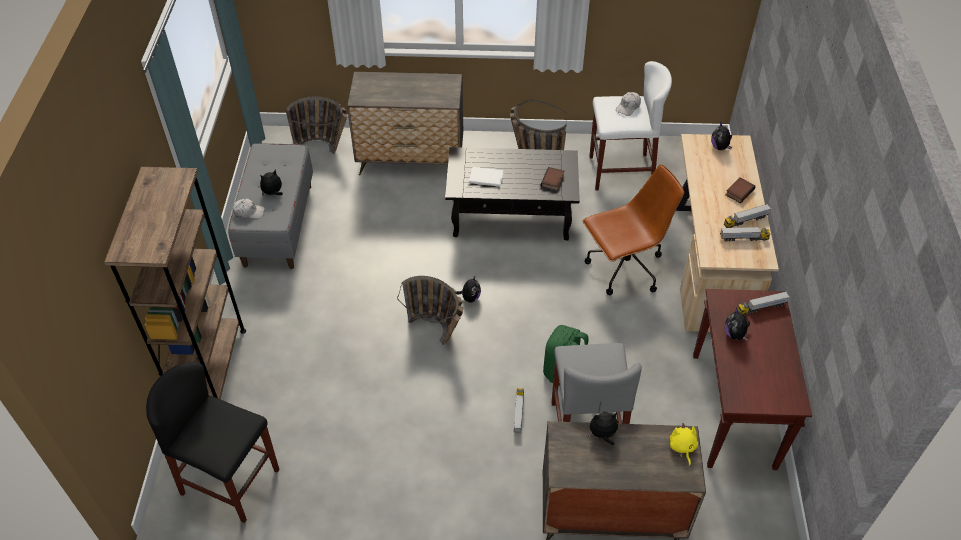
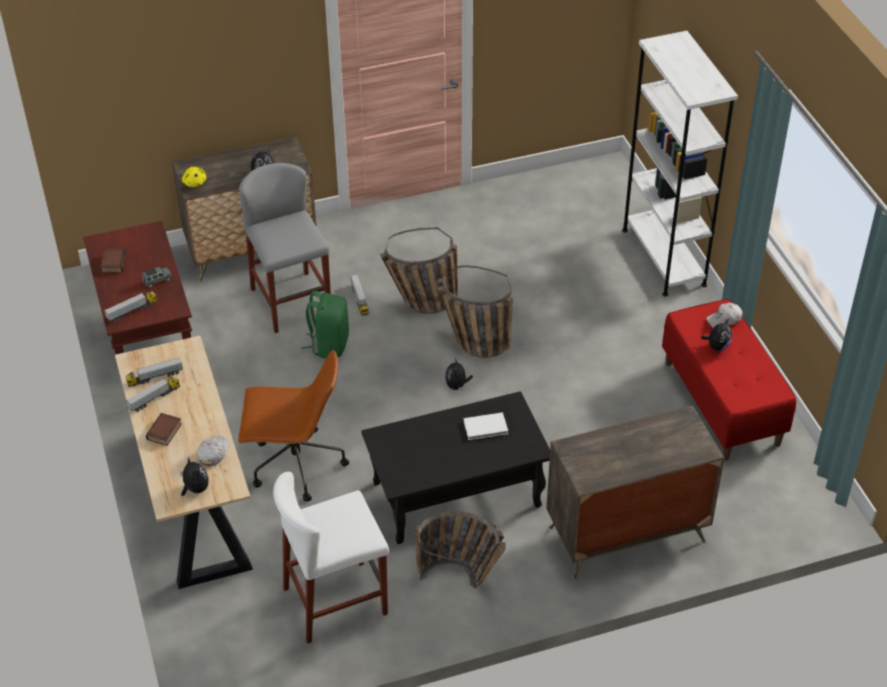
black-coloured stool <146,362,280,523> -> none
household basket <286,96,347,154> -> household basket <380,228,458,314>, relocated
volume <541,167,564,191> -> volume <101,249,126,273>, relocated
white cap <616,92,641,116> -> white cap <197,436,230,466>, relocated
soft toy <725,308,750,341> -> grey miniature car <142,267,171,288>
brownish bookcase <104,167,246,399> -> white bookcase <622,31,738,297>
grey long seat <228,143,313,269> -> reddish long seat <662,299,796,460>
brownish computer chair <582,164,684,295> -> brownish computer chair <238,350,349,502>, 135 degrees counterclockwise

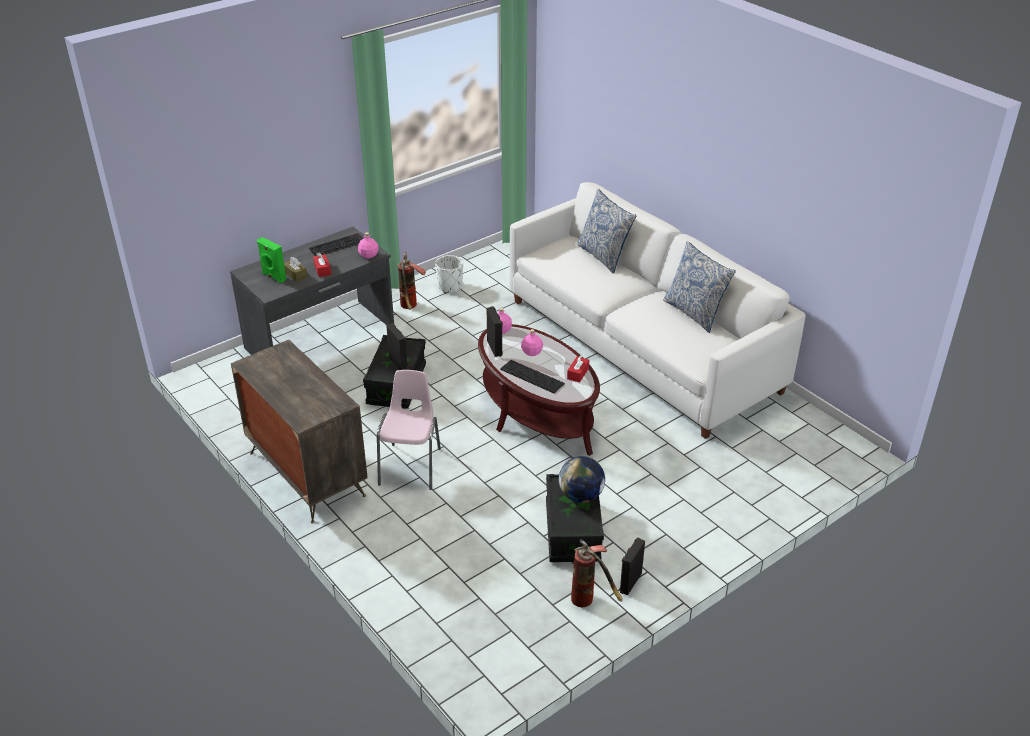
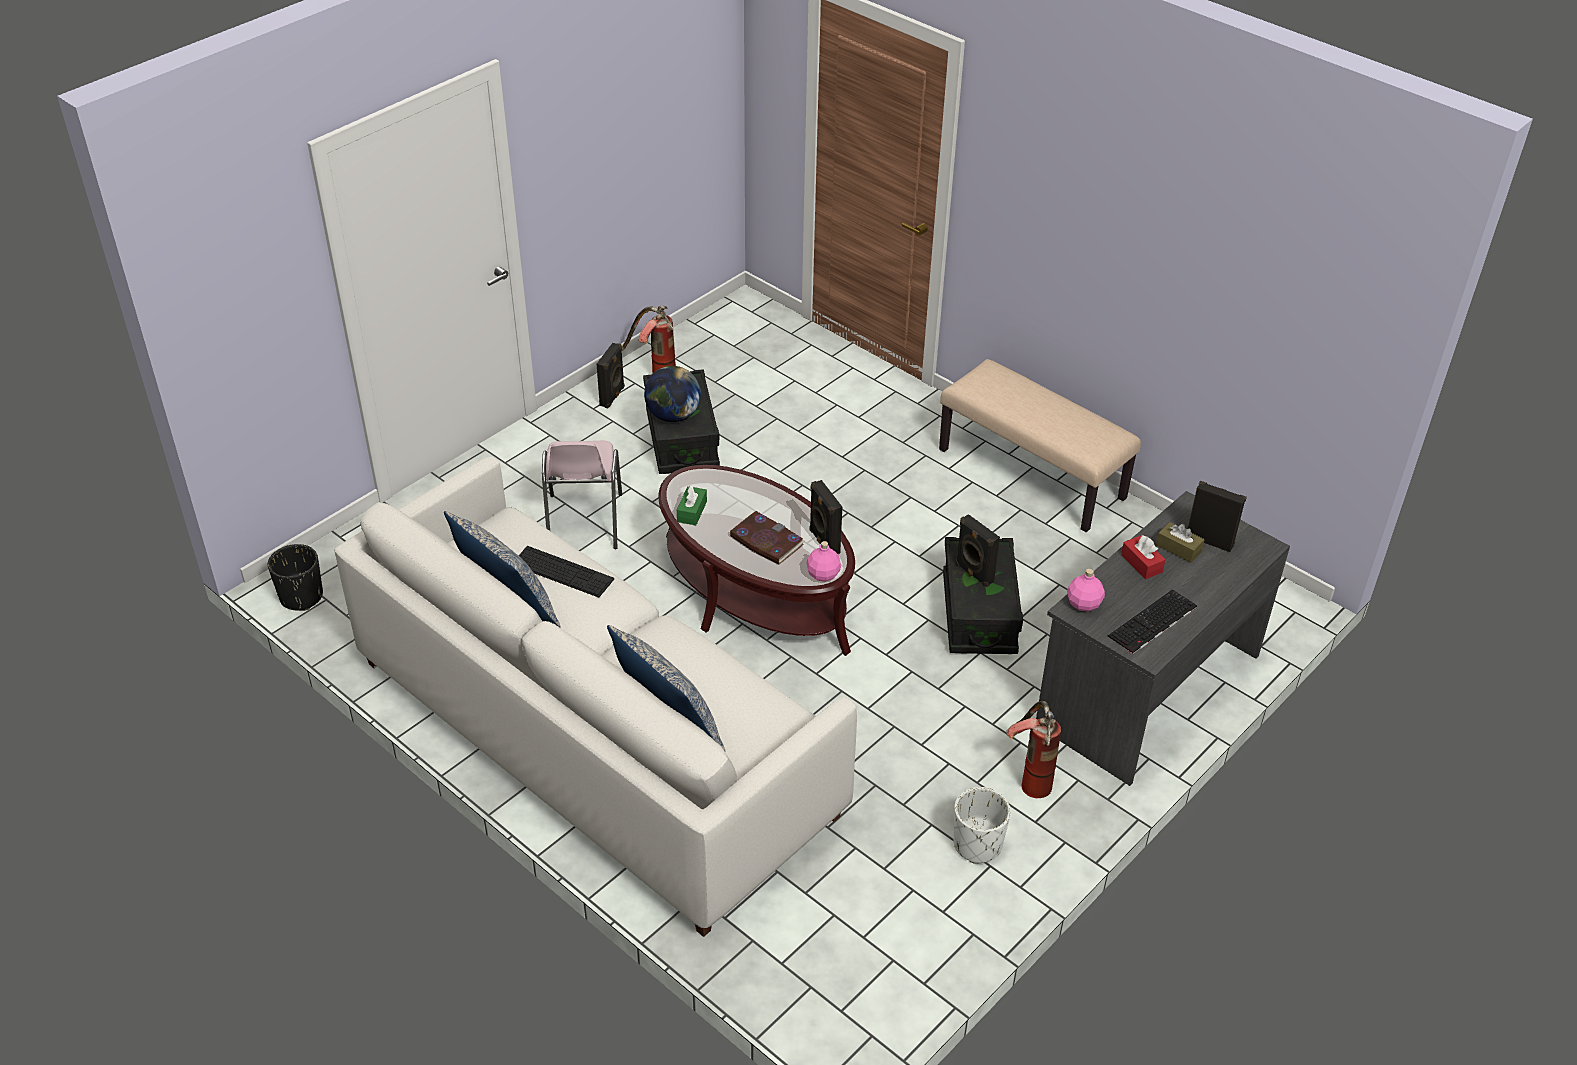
none -> black-coloured flower pot <268,544,323,611>
pink plain chair <377,370,441,490> -> pink plain chair <542,441,622,549>, relocated
PC keyboard <500,360,565,393> -> PC keyboard <519,546,614,598>, relocated
drawer chest <231,340,368,524> -> sand-coloured long seat <939,359,1141,532>
pink drink bottle <521,329,543,356> -> volume <729,511,805,565>
green-coloured audio speaker <257,237,286,283> -> black-coloured audio speaker <1188,481,1247,552>
reddish tissue holder <567,355,589,382> -> green-coloured tissue holder <677,485,707,525>

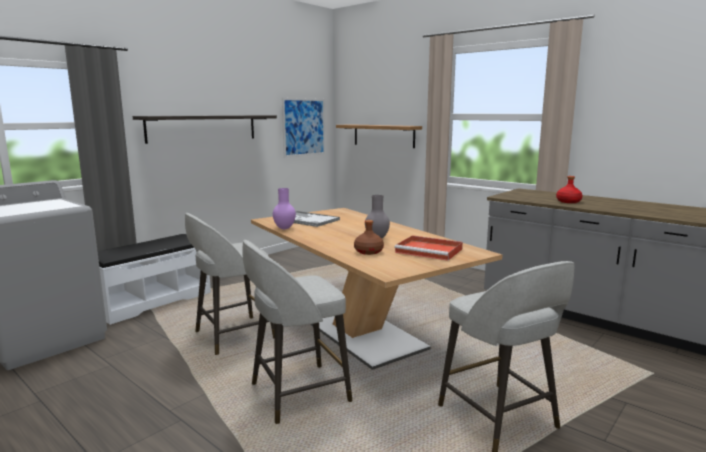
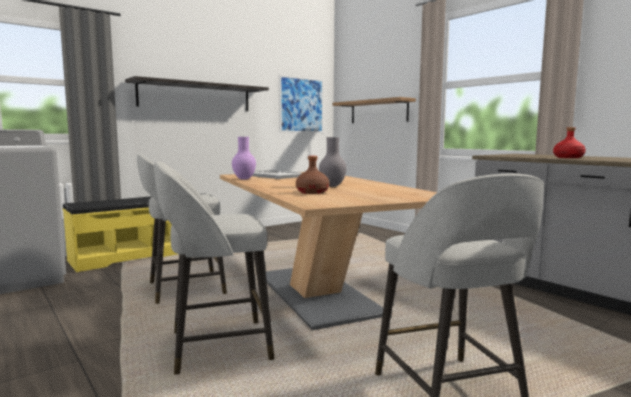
reddish carrying tray <395,235,463,261> -> none
white long seat <98,234,211,325> -> yellow-coloured long seat <62,196,177,272>

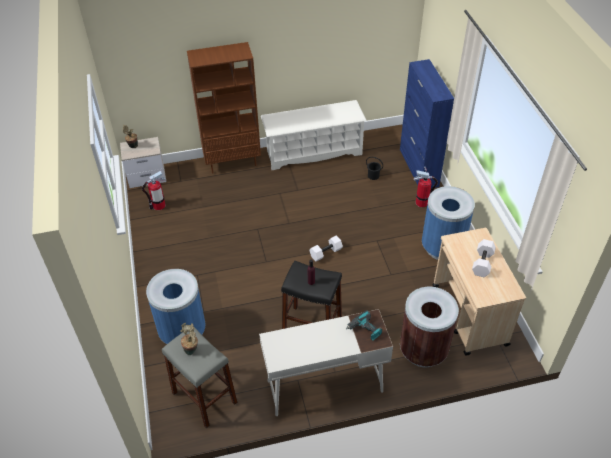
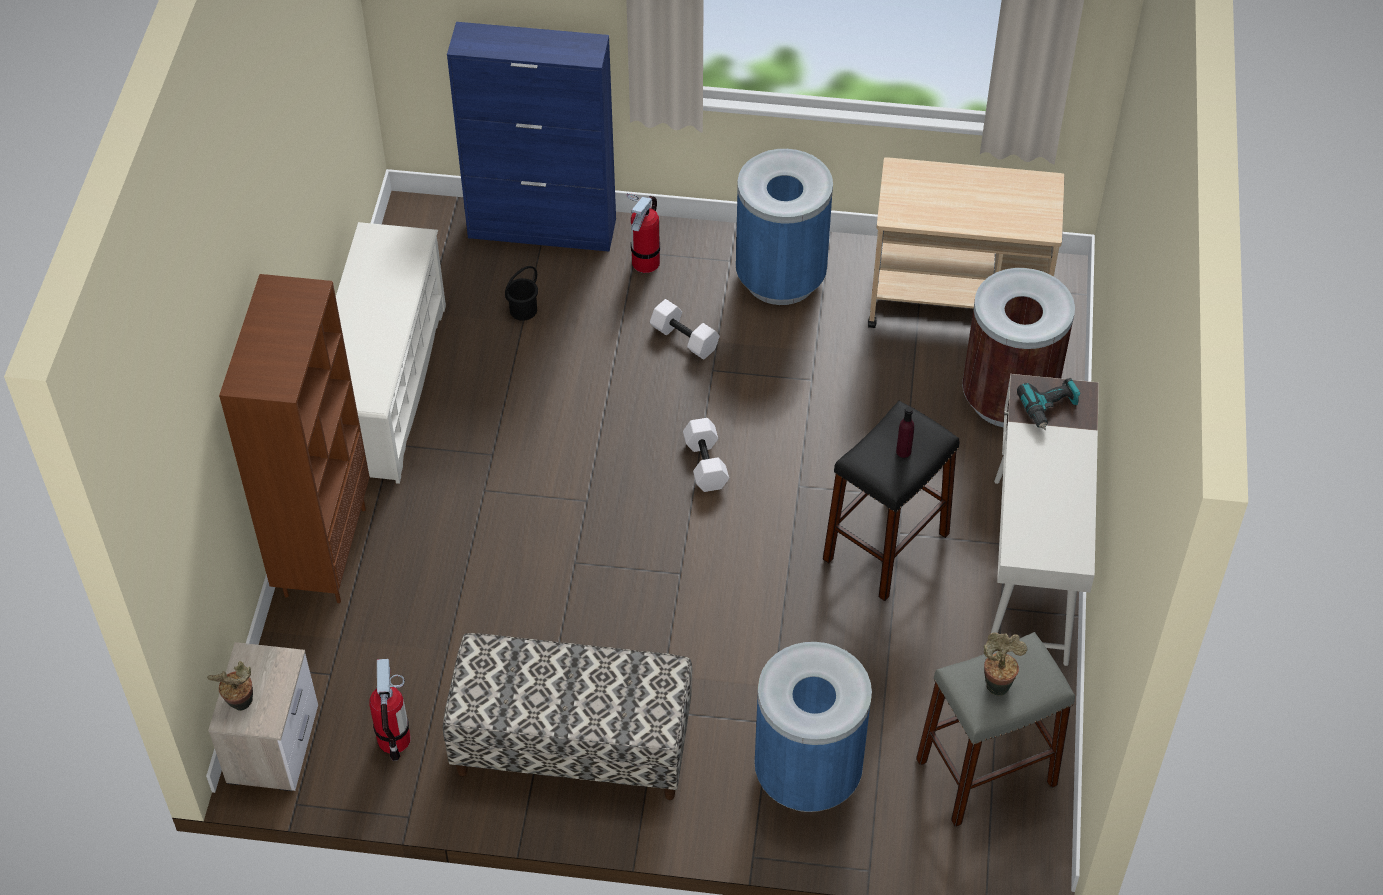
none -> long seat <443,633,692,800>
white hand weight <472,239,496,277> -> white hand weight <650,299,720,360>, relocated

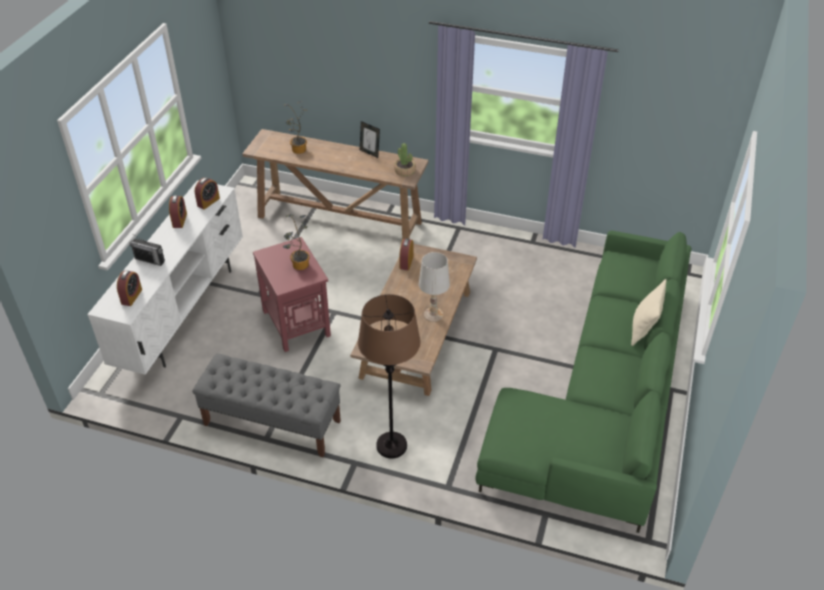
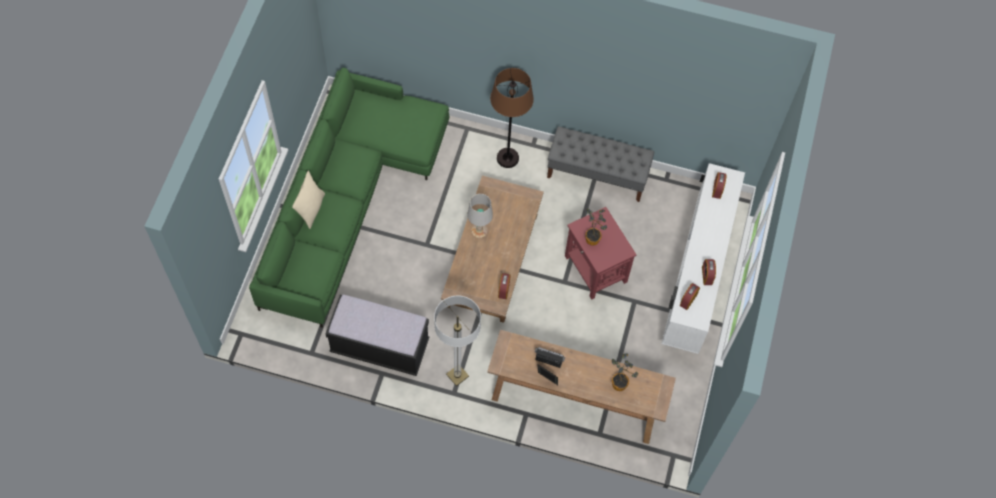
houseplant <394,143,416,176> -> none
none -> black-coloured long seat <325,294,429,376>
none -> standing lamp <434,296,481,386>
radio receiver <129,234,165,266> -> radio receiver <535,347,565,368>, relocated

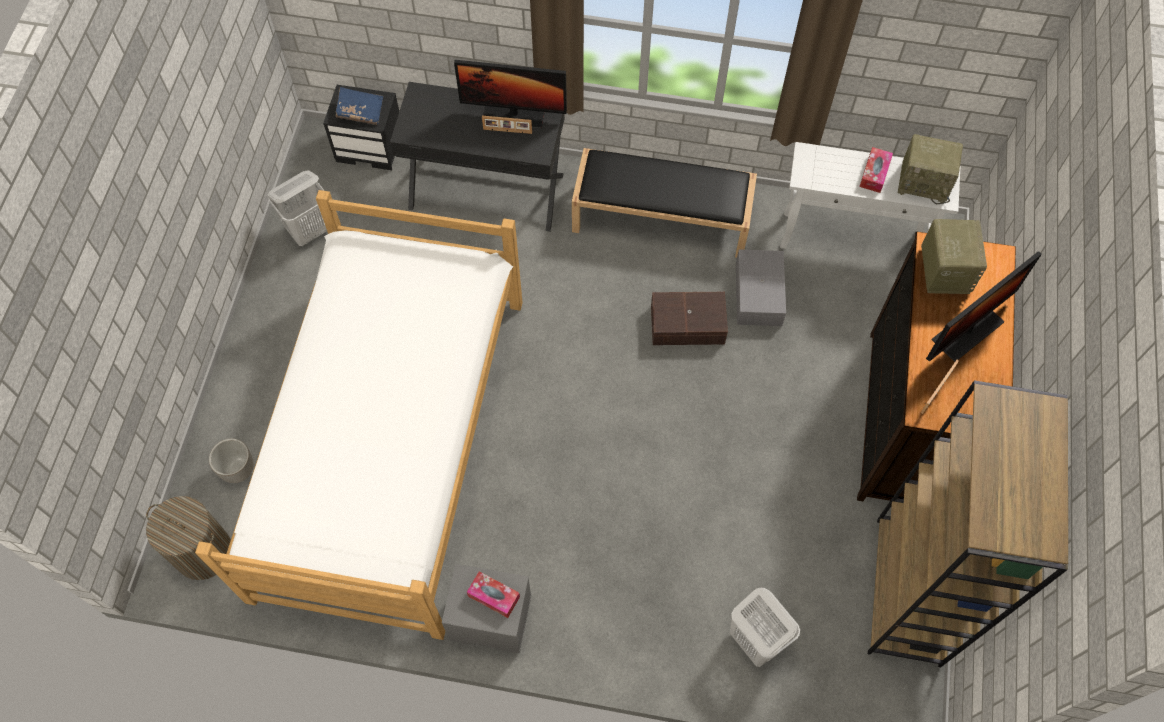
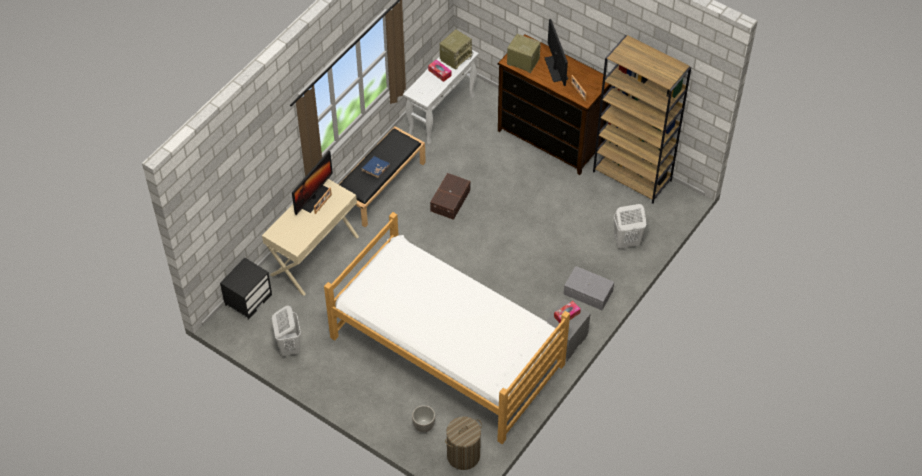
bluish volume <336,87,383,125> -> bluish volume <362,156,390,178>, relocated
grey storage box <736,249,786,326> -> grey storage box <564,266,614,310>, relocated
black-coloured desk <390,82,565,232> -> sand-coloured desk <262,179,359,296>

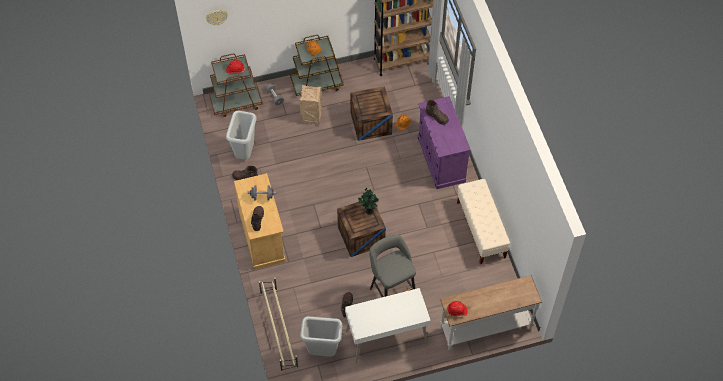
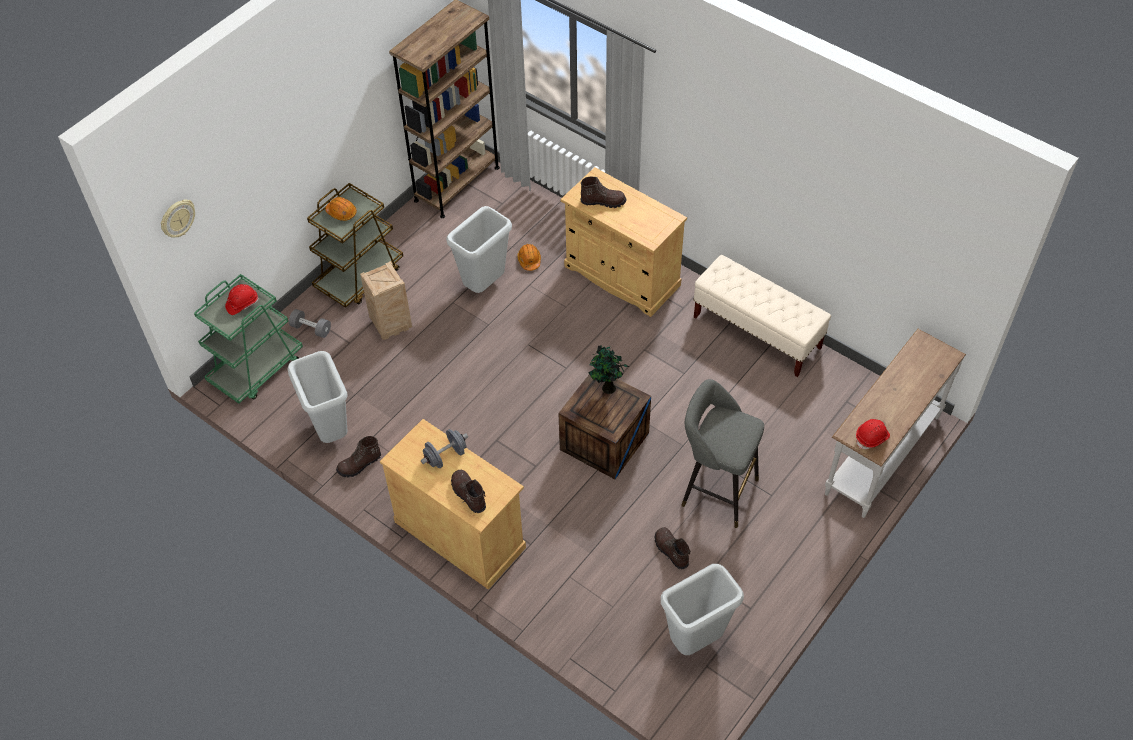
sand-coloured shoe rack <259,277,298,372> -> none
white desk <345,288,431,364> -> none
packing crate <350,86,393,141> -> grey waste bin <446,206,512,293>
brownish trolley <209,54,262,117> -> green-coloured trolley <194,274,303,404>
purple cabinet <417,96,470,189> -> sand-coloured cabinet <561,167,687,317>

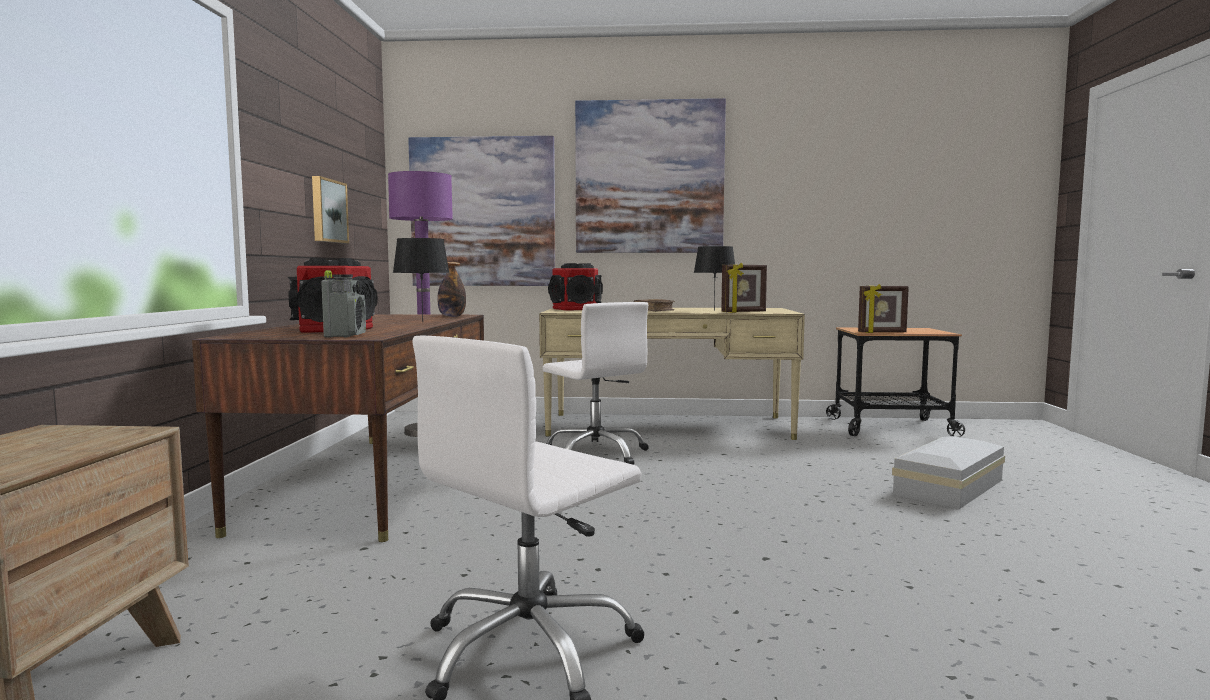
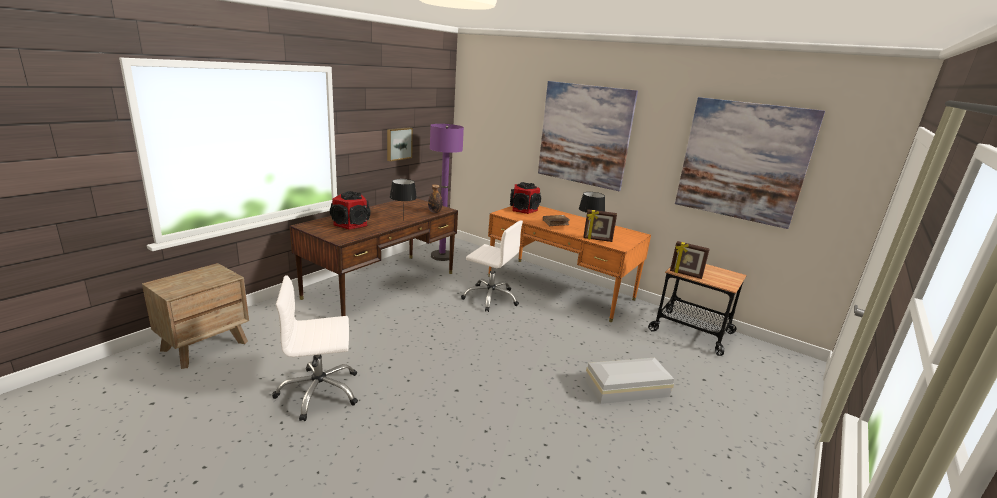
radio receiver <321,270,366,338> -> none
wall art <408,136,555,286> -> wall art <675,97,825,229>, relocated
sand-coloured desk <539,308,805,440> -> orangey desk <488,206,651,322>
white computer chair <543,302,649,465> -> white computer chair <461,220,523,312>, 60 degrees counterclockwise

